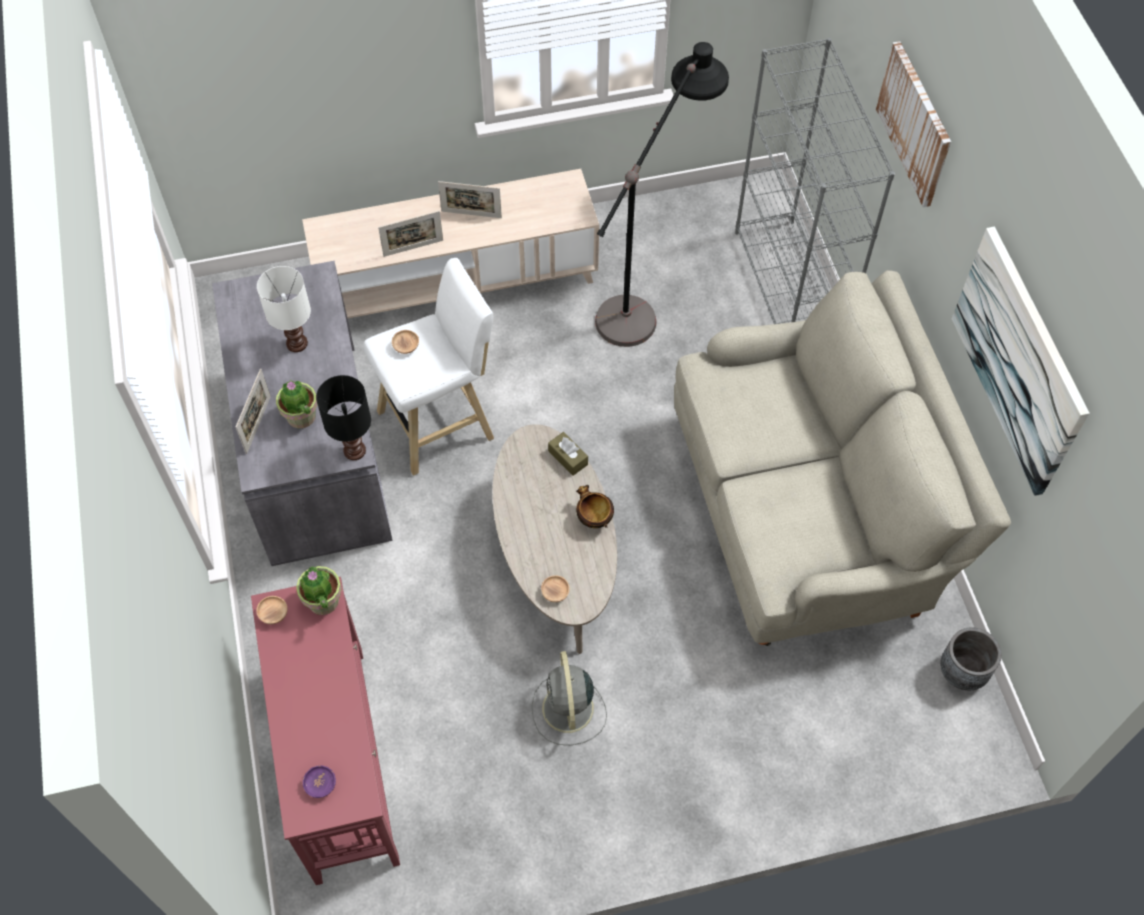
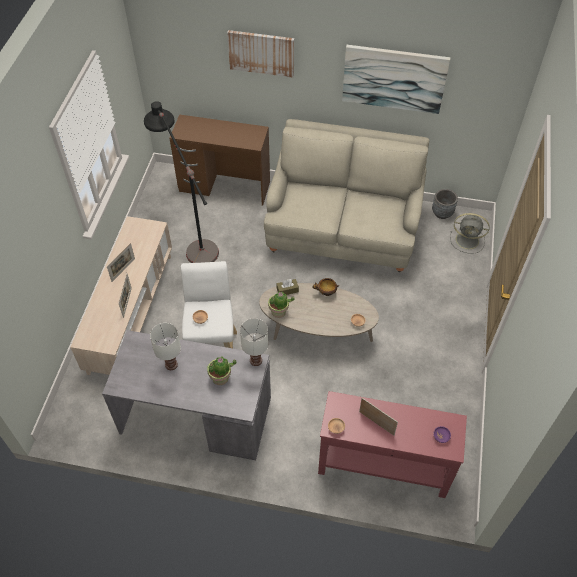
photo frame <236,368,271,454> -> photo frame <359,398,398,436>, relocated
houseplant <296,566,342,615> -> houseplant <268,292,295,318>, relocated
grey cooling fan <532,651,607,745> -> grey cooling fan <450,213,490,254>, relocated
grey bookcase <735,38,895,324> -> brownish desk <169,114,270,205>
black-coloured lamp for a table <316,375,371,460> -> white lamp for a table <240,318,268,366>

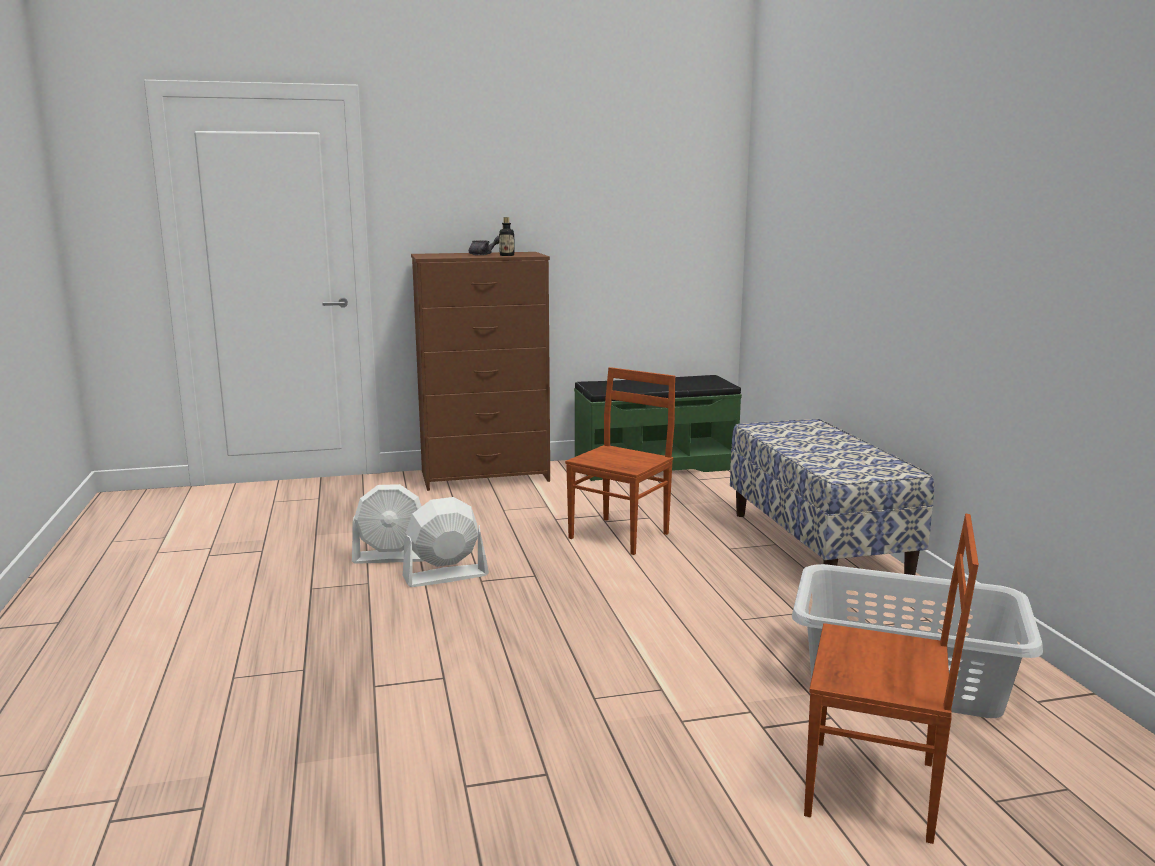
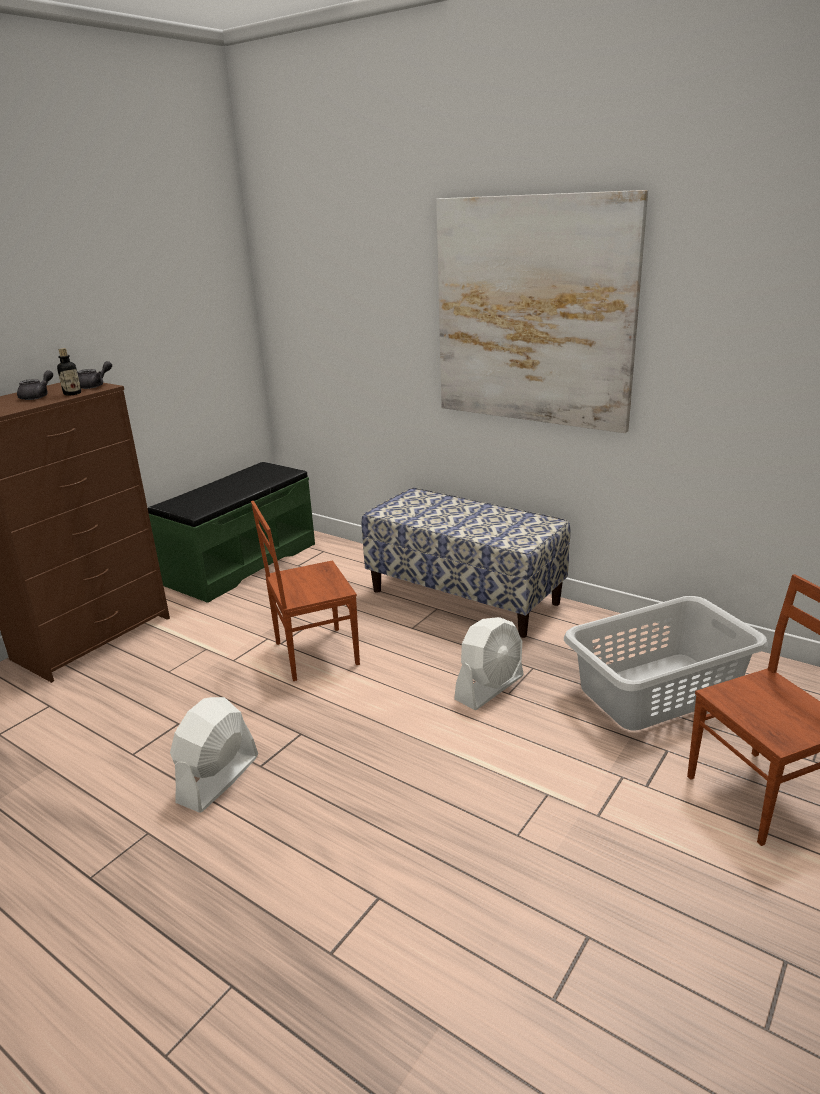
none -> grey tea pot <77,361,112,389>
none -> wall art <436,190,648,433>
white cooling fan <352,484,423,564> -> white cooling fan <454,617,524,710>, relocated
brownish plain chair <565,367,675,555> -> brownish plain chair <251,501,360,681>, 105 degrees counterclockwise

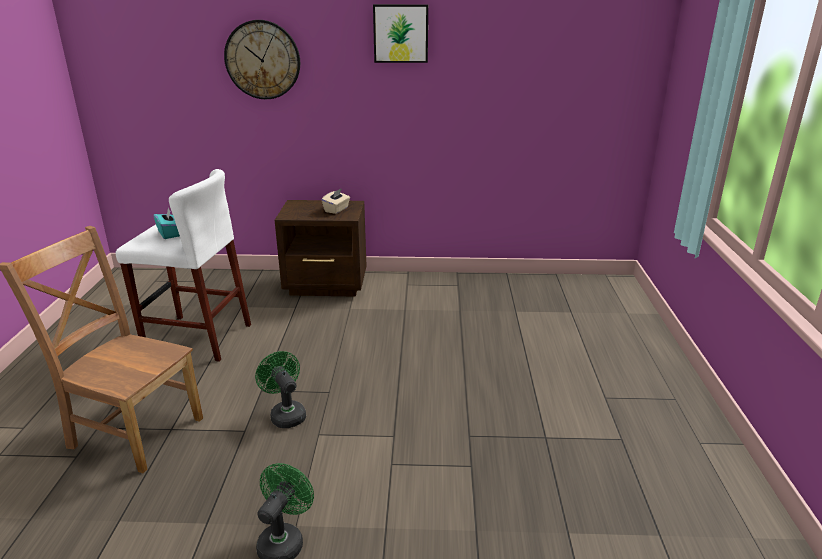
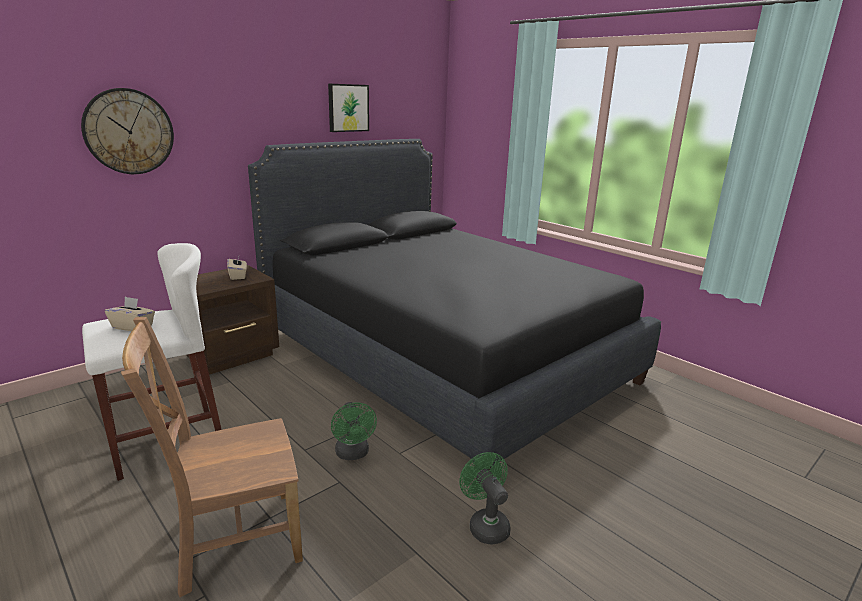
none -> black-coloured bedroom bed <248,139,661,468>
wall art <373,4,428,63> -> wall art <328,84,369,132>, relocated
turquoise tissue holder <154,208,180,239> -> sand-coloured tissue holder <105,297,155,331>
green-coloured cooling fan <255,351,306,428> -> green-coloured cooling fan <331,402,377,460>, 120 degrees counterclockwise

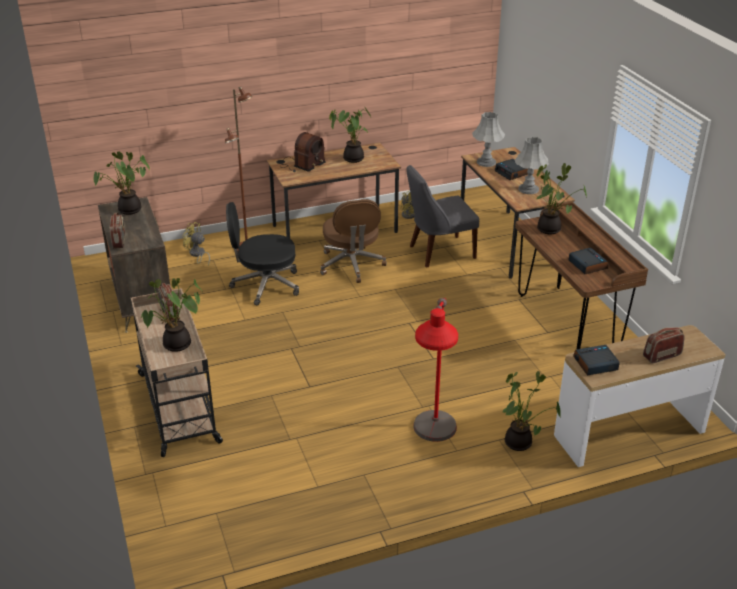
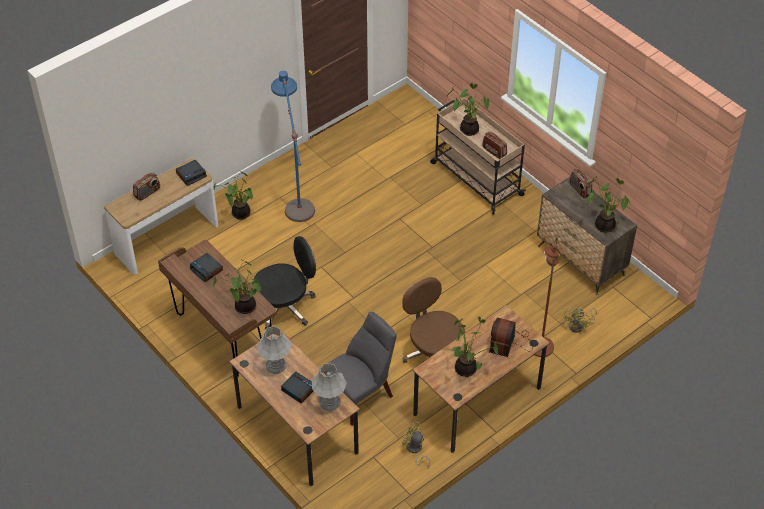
black-coloured computer chair <226,202,299,305> -> black-coloured computer chair <254,236,316,329>, relocated
reddish standing lamp <413,298,458,442> -> bluish standing lamp <271,71,315,222>
yellow-coloured cooling fan <182,222,210,265> -> yellow-coloured cooling fan <563,306,597,333>, 105 degrees clockwise

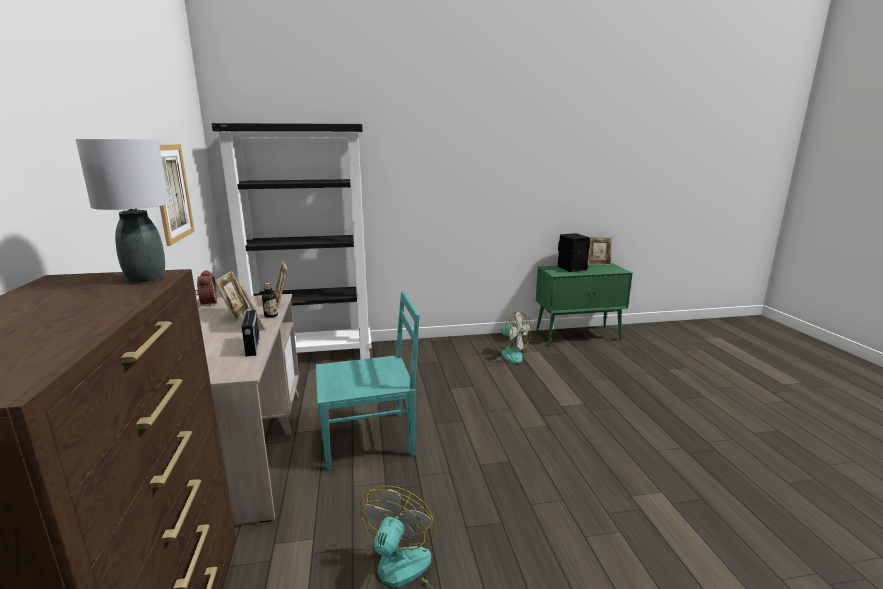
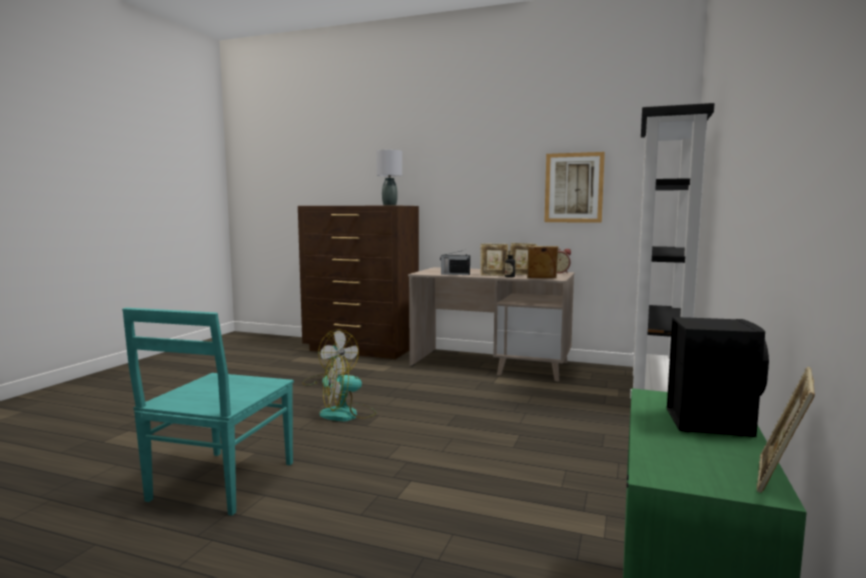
turquoise plain chair <316,291,420,470> -> turquoise plain chair <122,308,294,516>, relocated
cooling fan <485,311,531,363> -> cooling fan <319,355,376,421>, relocated

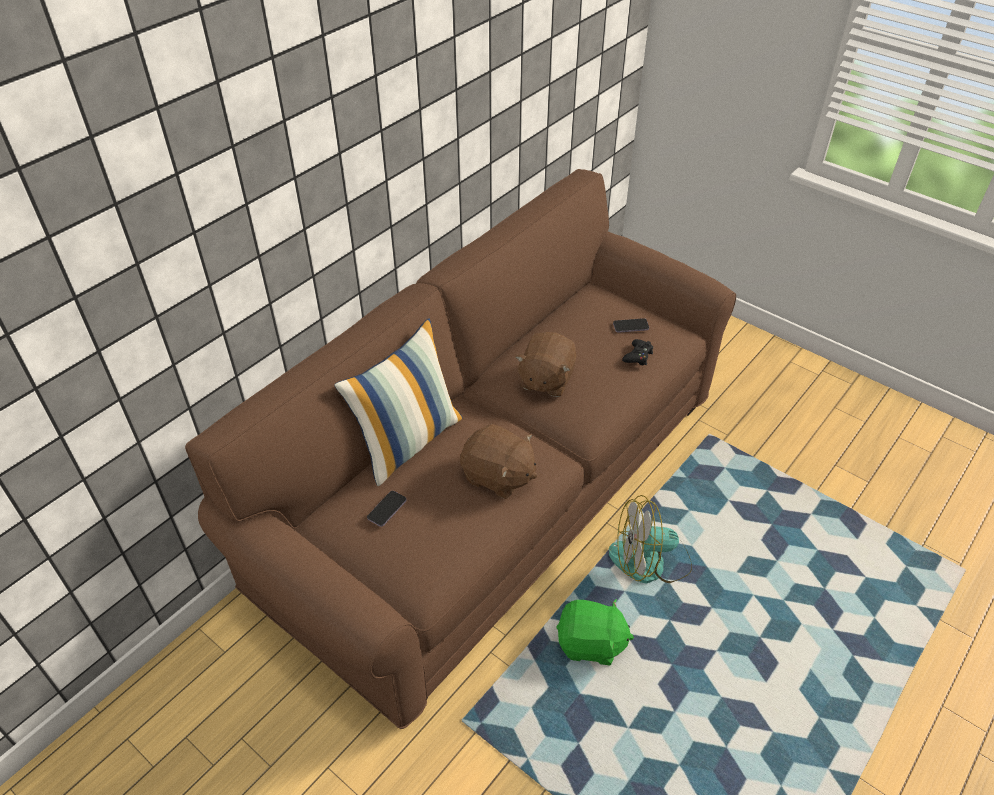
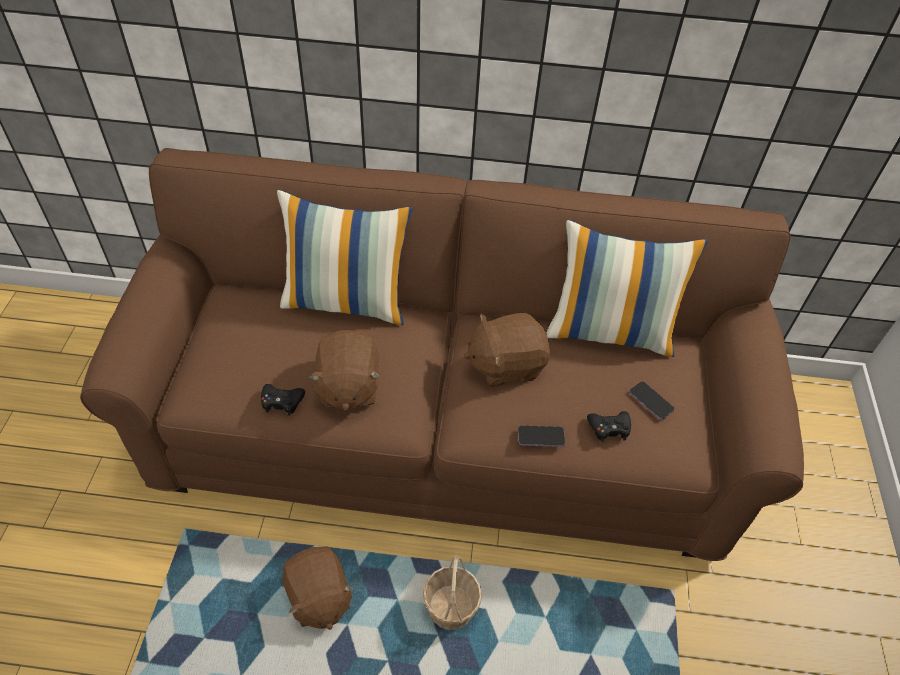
none -> black-coloured joypad <261,384,305,416>
none -> pillow <546,220,708,357>
handset <367,491,407,527> -> handset <518,425,565,447>, relocated
cooling fan <609,495,692,584> -> household basket <423,556,482,630>
green-coloured soft toy <556,599,634,665> -> brownish soft toy <282,546,354,630>

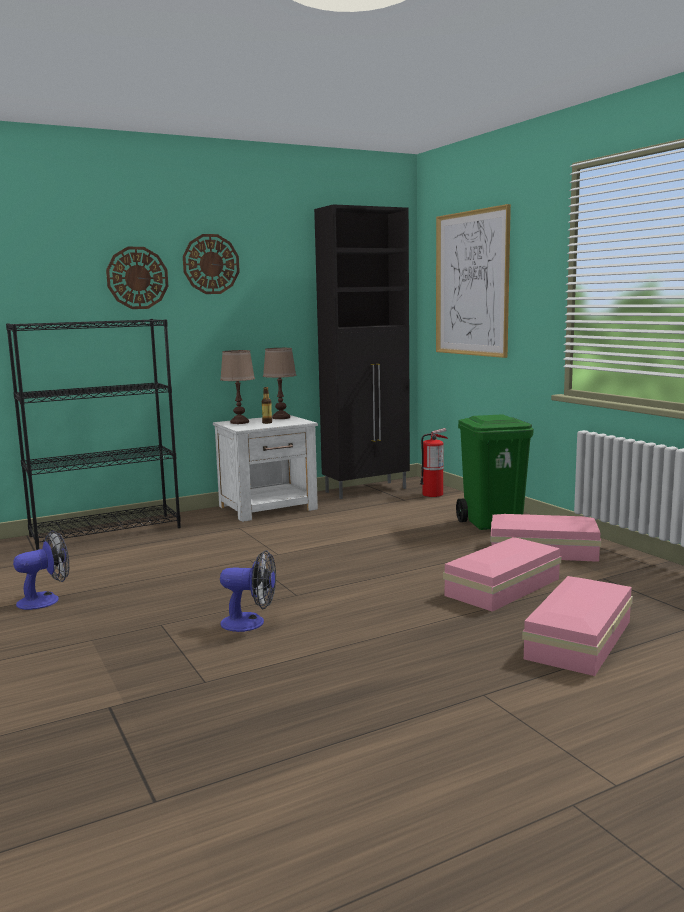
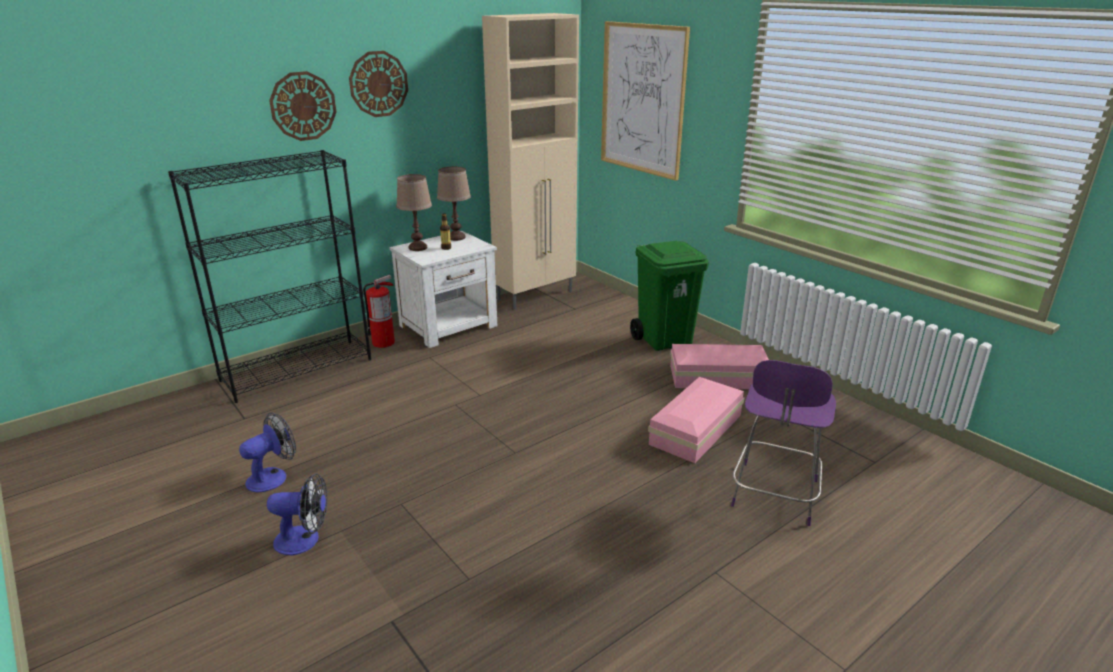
cooling fan <220,550,276,632> -> cooling fan <267,473,327,555>, relocated
extinguisher <420,428,448,497> -> extinguisher <363,275,395,348>, relocated
pink storage box <522,576,633,676> -> purple stool <731,360,836,526>
black-coloured cabinet <314,204,410,499> -> sand-coloured cabinet <482,13,579,310>

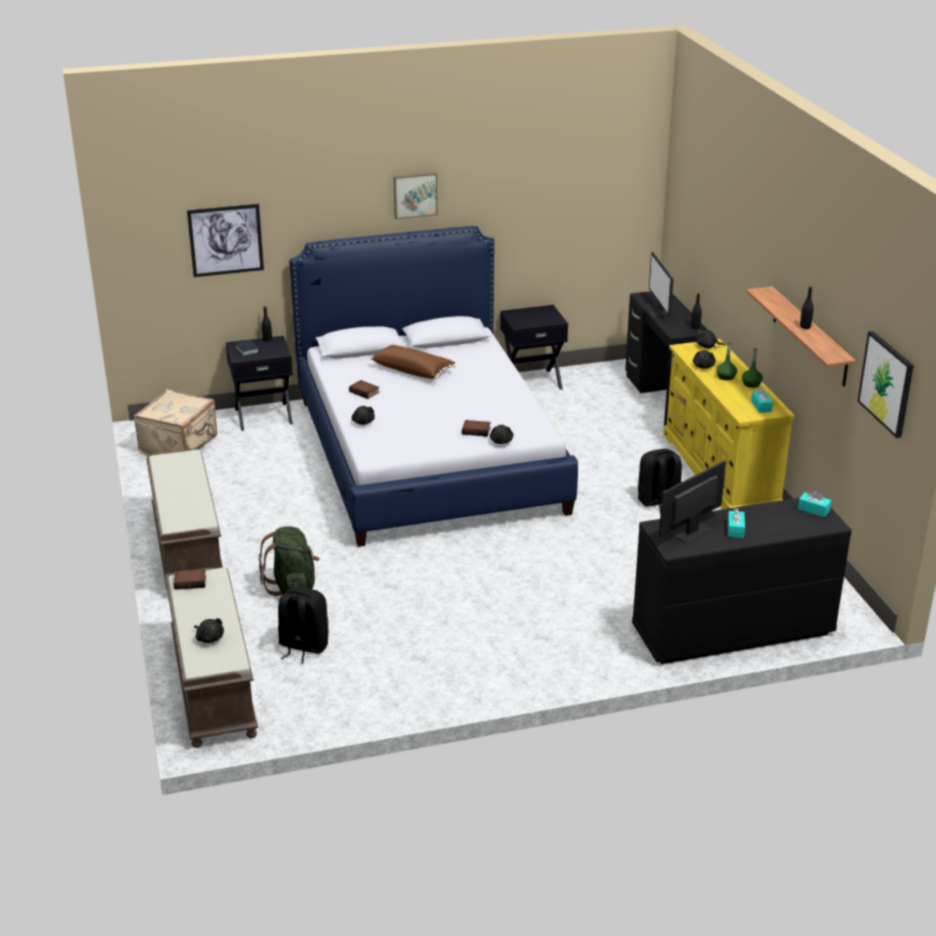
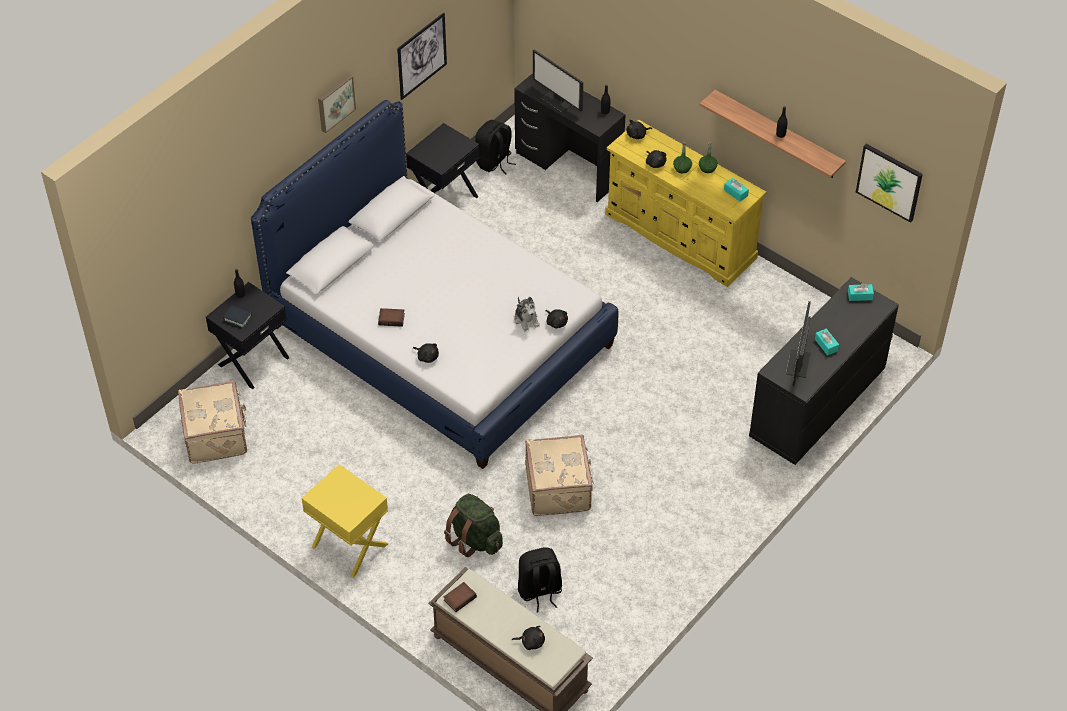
brownish pillow <370,345,455,379> -> none
none -> sand-coloured travel case <525,435,594,516>
wall art <187,204,264,277> -> wall art <397,12,447,100>, relocated
black-coloured backpack <638,449,682,514> -> black-coloured backpack <475,120,516,175>, relocated
brownish long seat <146,449,223,589> -> yellow-coloured night table <302,464,388,578>
volume <462,420,491,437> -> soft toy <514,297,540,331>

